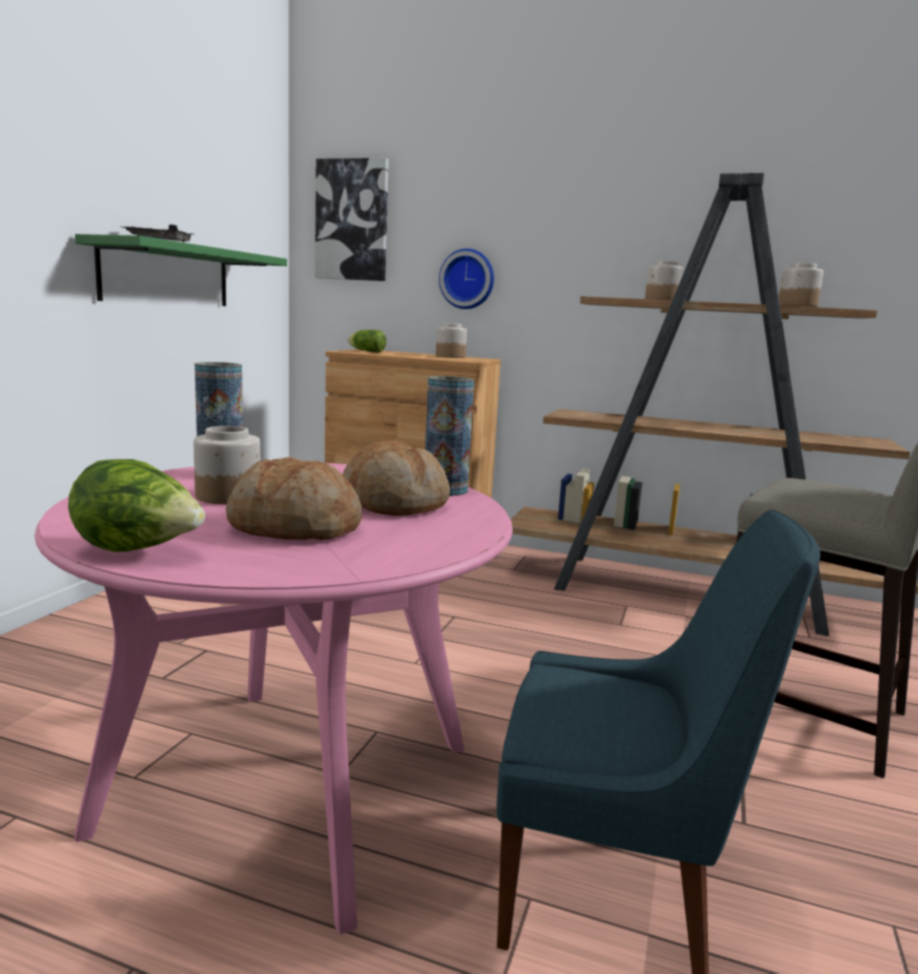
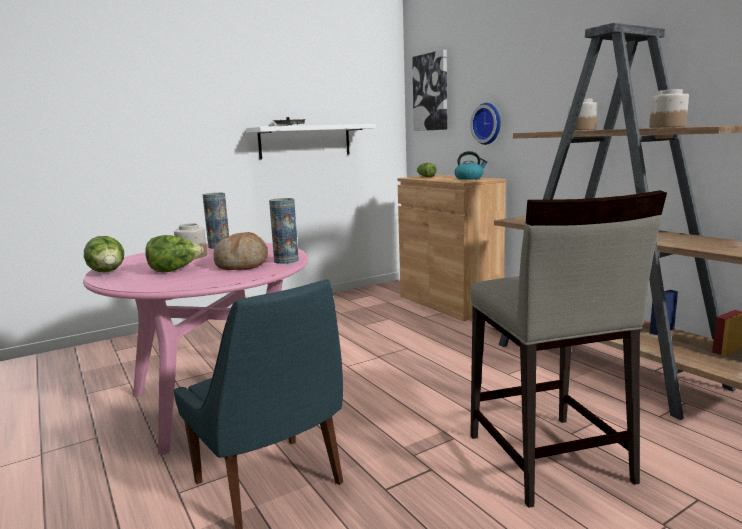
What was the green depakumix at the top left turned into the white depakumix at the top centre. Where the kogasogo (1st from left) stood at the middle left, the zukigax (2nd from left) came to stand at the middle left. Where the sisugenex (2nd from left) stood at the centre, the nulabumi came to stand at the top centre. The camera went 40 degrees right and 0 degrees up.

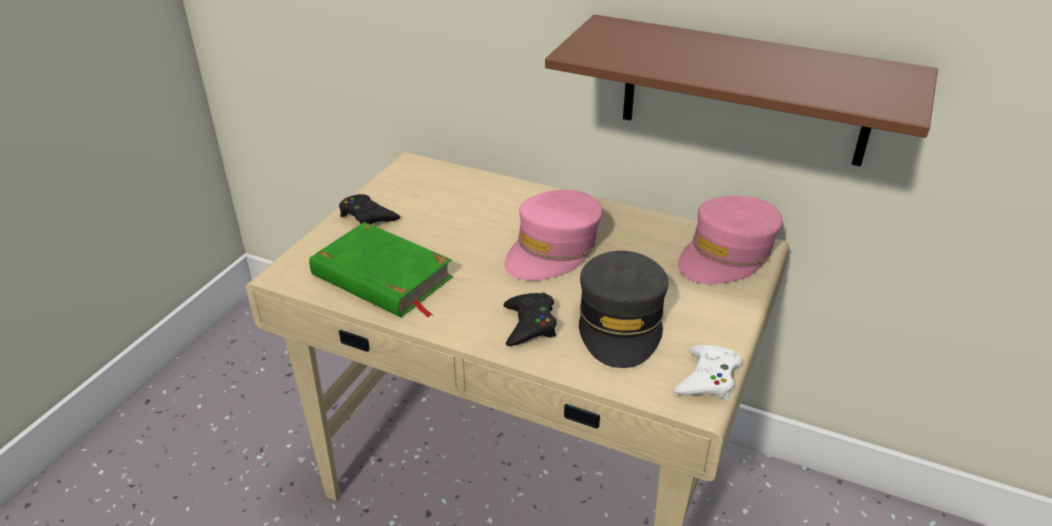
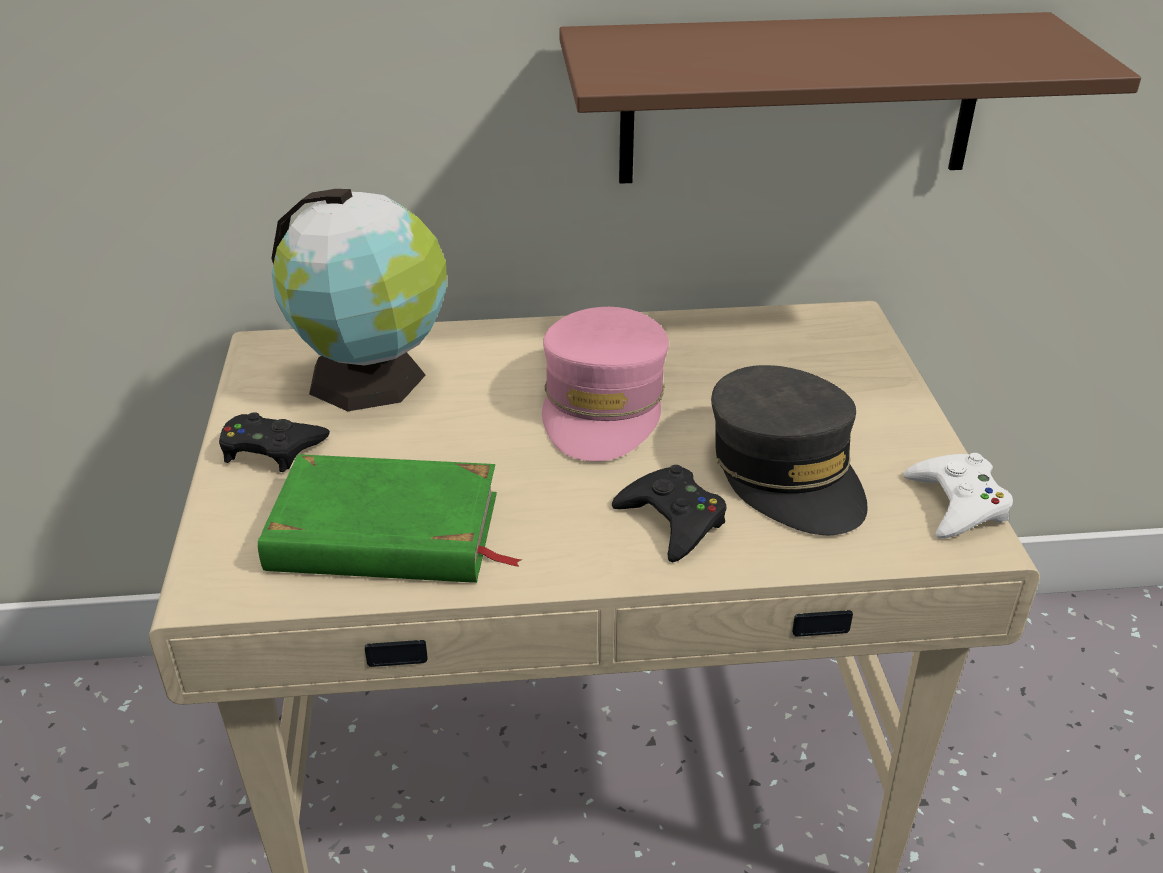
The second view lost the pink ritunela (2nd from left) at the middle right. The second view gained the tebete at the middle left. The camera went 30 degrees left and 0 degrees up.

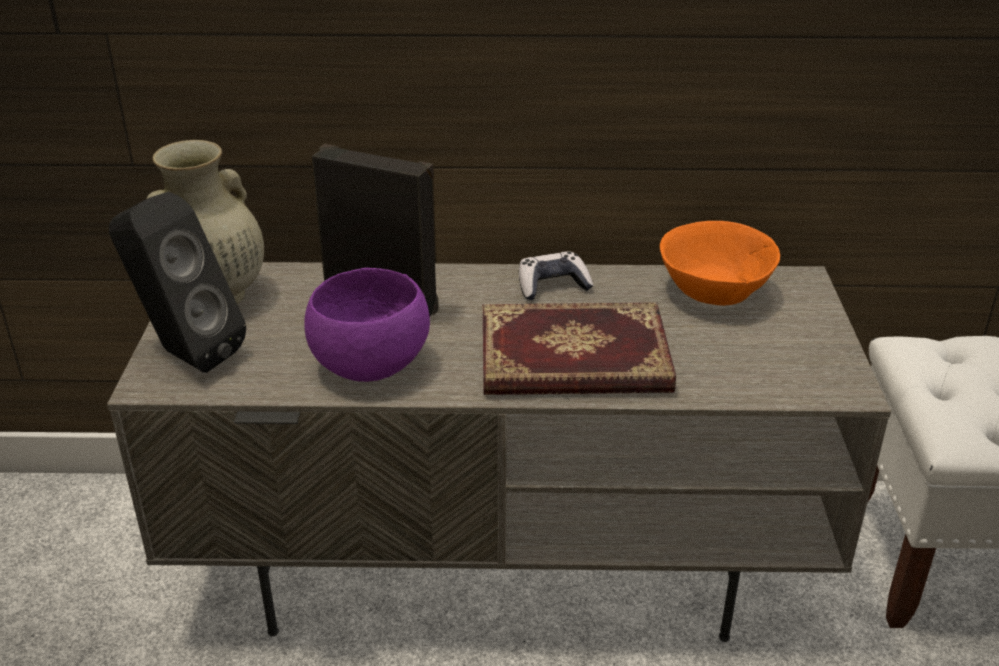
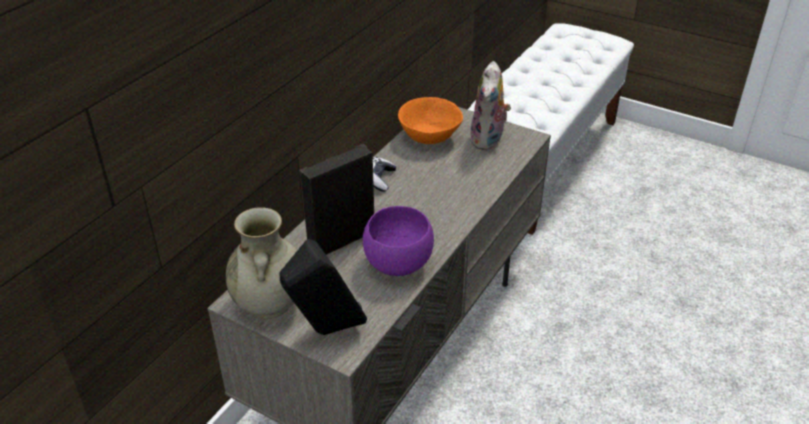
The second view lost the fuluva at the centre. The second view gained the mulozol at the top centre. The camera went 60 degrees left and 5 degrees up.

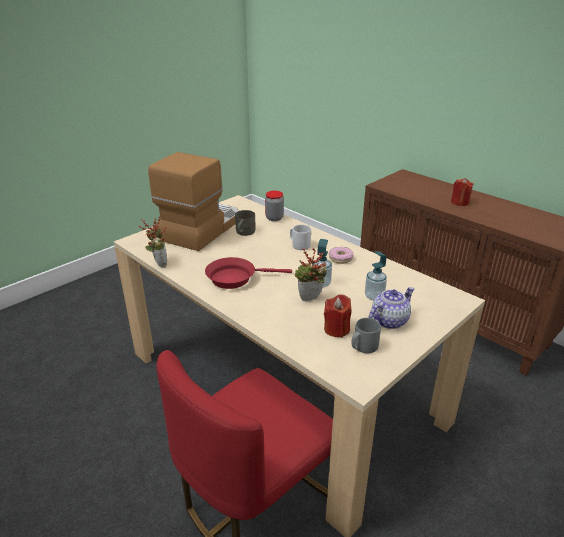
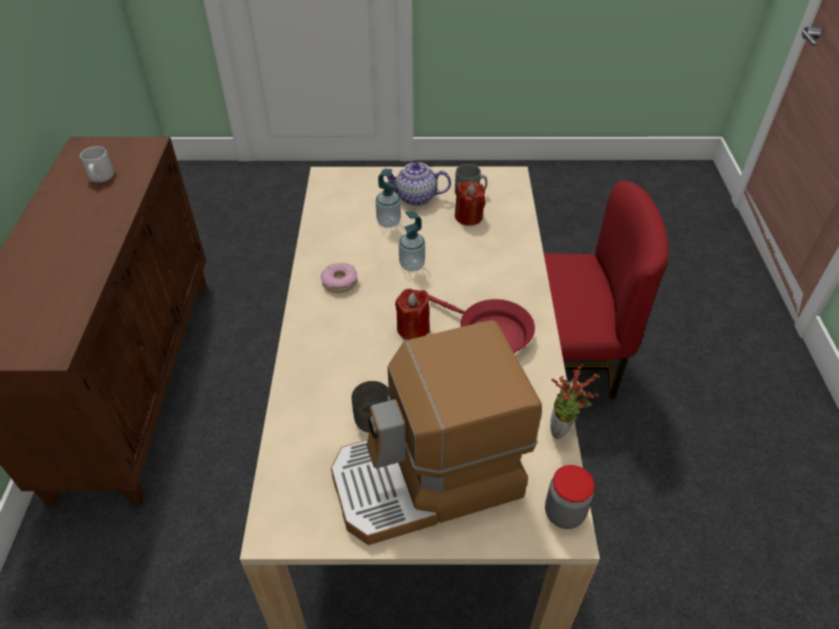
The sisugenex ended up elsewhere, having gone from the centre to the bottom right. The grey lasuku (2nd from left in the first image) ended up elsewhere, having gone from the centre to the top left. The second view lost the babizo (2nd from left) at the centre. The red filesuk (2nd from left in the first image) ended up elsewhere, having gone from the middle right to the centre. The camera went 135 degrees left and 15 degrees up.

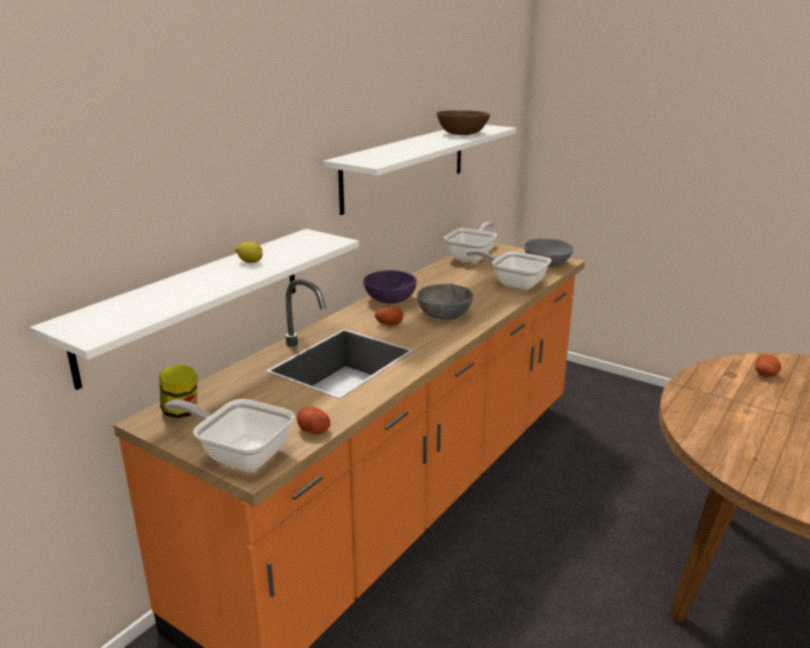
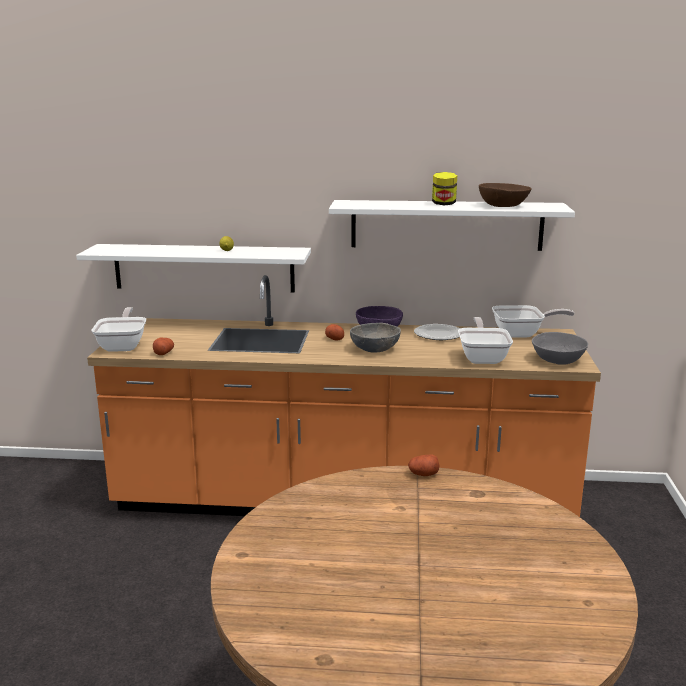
The sisugenex ended up elsewhere, having gone from the middle left to the top centre. The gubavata (3rd from left) ended up elsewhere, having gone from the middle right to the bottom centre. The second view gained the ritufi at the centre. The camera went 60 degrees right and 5 degrees down.

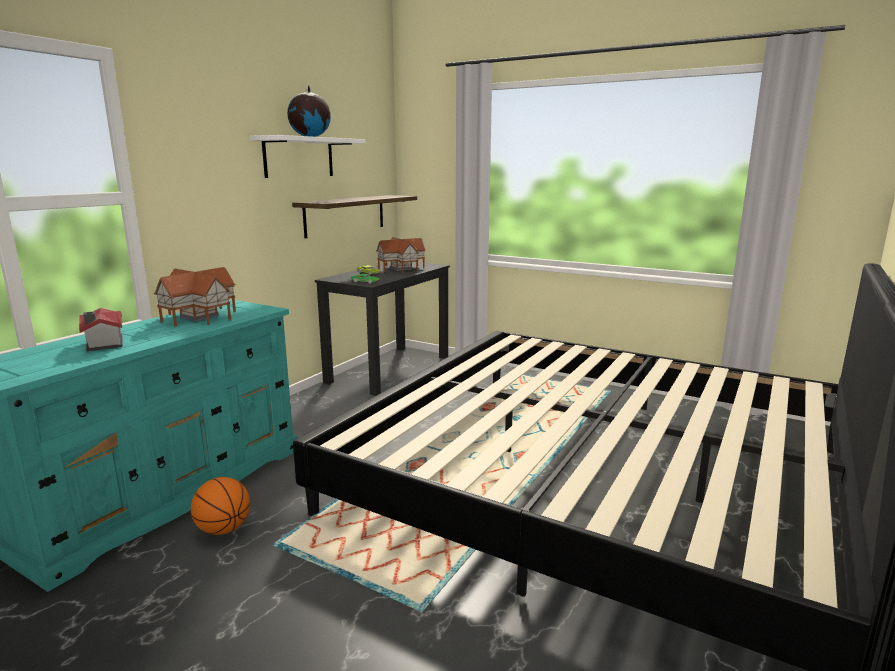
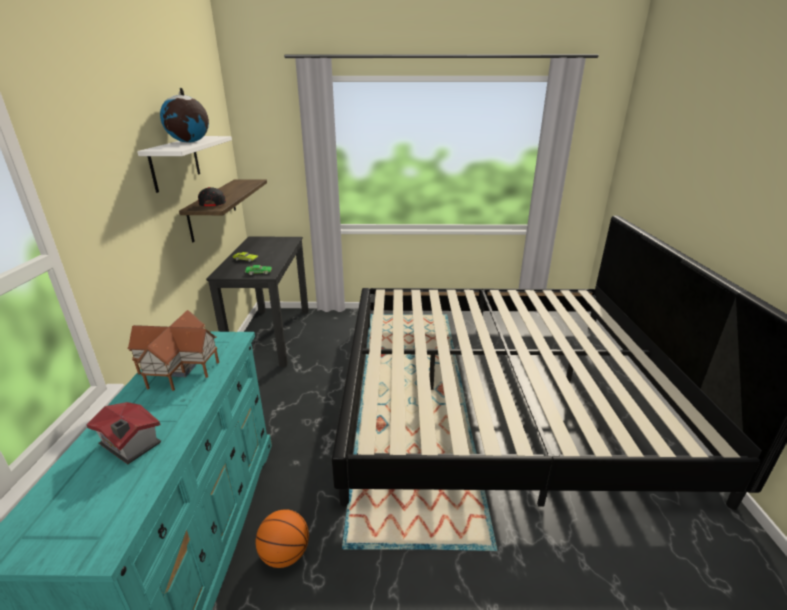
The second view lost the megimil (3rd from left) at the centre. The second view gained the black ritunela at the top left. The camera went 30 degrees left and 10 degrees up.

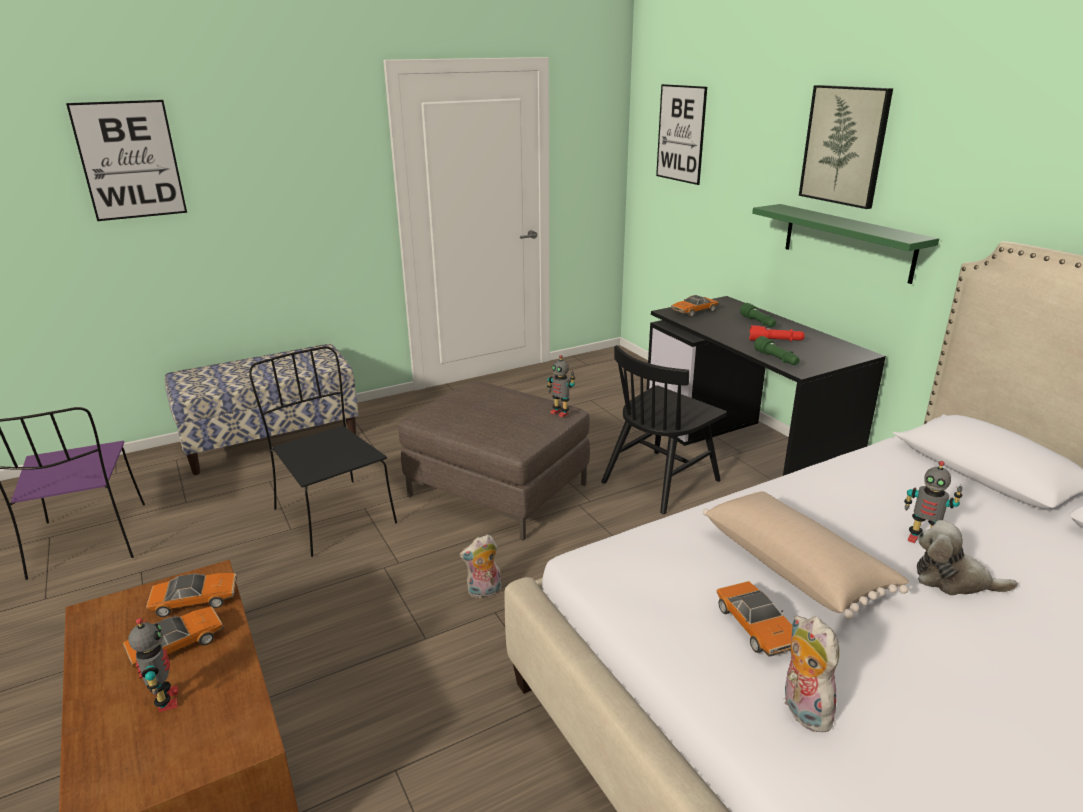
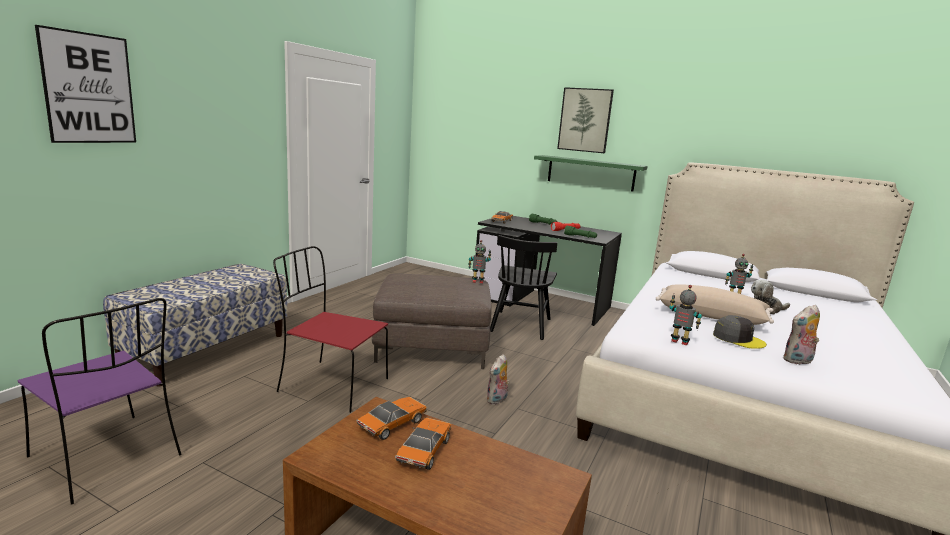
The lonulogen (1st from left in the first image) ended up elsewhere, having gone from the bottom left to the middle right. What was the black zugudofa (1st from left) at the middle left turned into the red zugudofa at the centre. The second view lost the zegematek (2nd from left) at the top centre. Where the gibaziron (4th from left) stood at the bottom right, the grey ritunela came to stand at the middle right. The mulozol (2nd from left in the first image) at the bottom right ended up facing another way, 60 degrees counterclockwise from before. The camera went 35 degrees left and 10 degrees down.

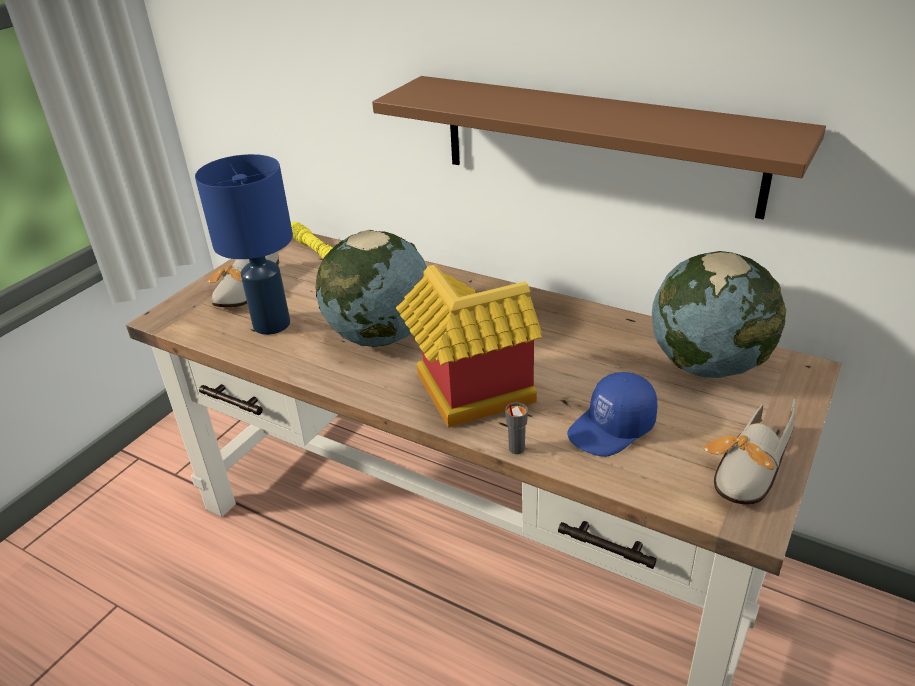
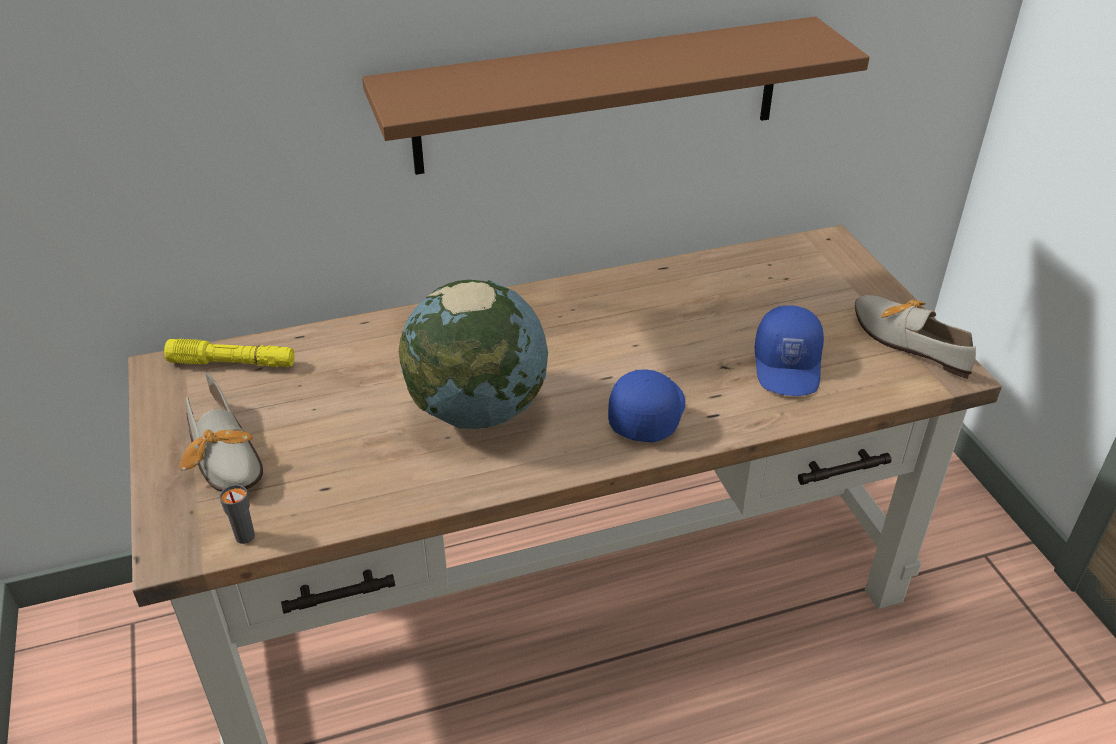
The second view lost the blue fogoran at the middle left. Where the megimil stood at the centre, the blue ritunela (1st from left) came to stand at the centre. The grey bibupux ended up elsewhere, having gone from the centre to the bottom left. The second view lost the tebete (2nd from left) at the middle right. The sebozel (2nd from left) at the middle right ended up facing another way, 150 degrees clockwise from before. The camera went 50 degrees left and 5 degrees up.

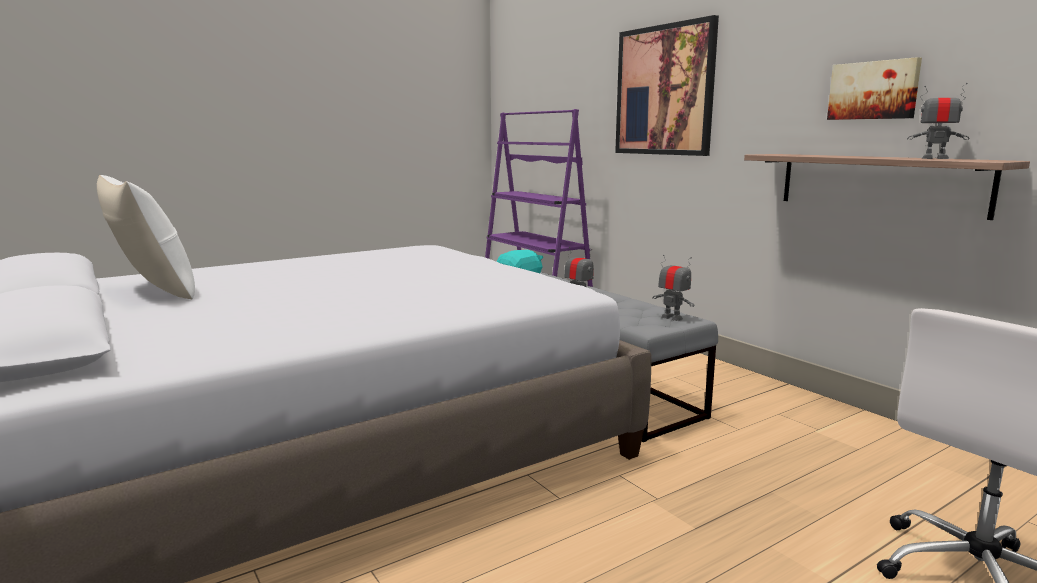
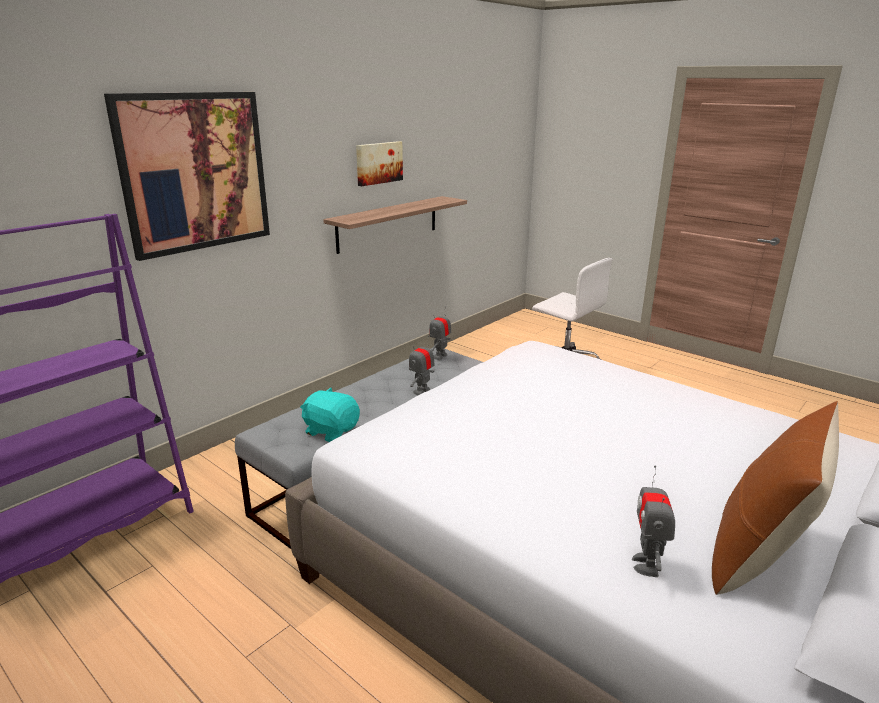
What was the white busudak at the middle left turned into the brown busudak at the bottom right. The lonulogen (3rd from left) ended up elsewhere, having gone from the top right to the bottom right. The camera went 105 degrees left and 10 degrees up.

